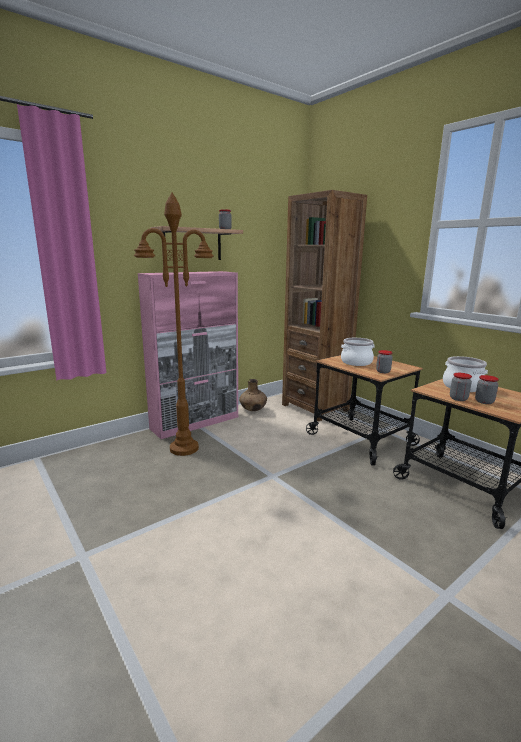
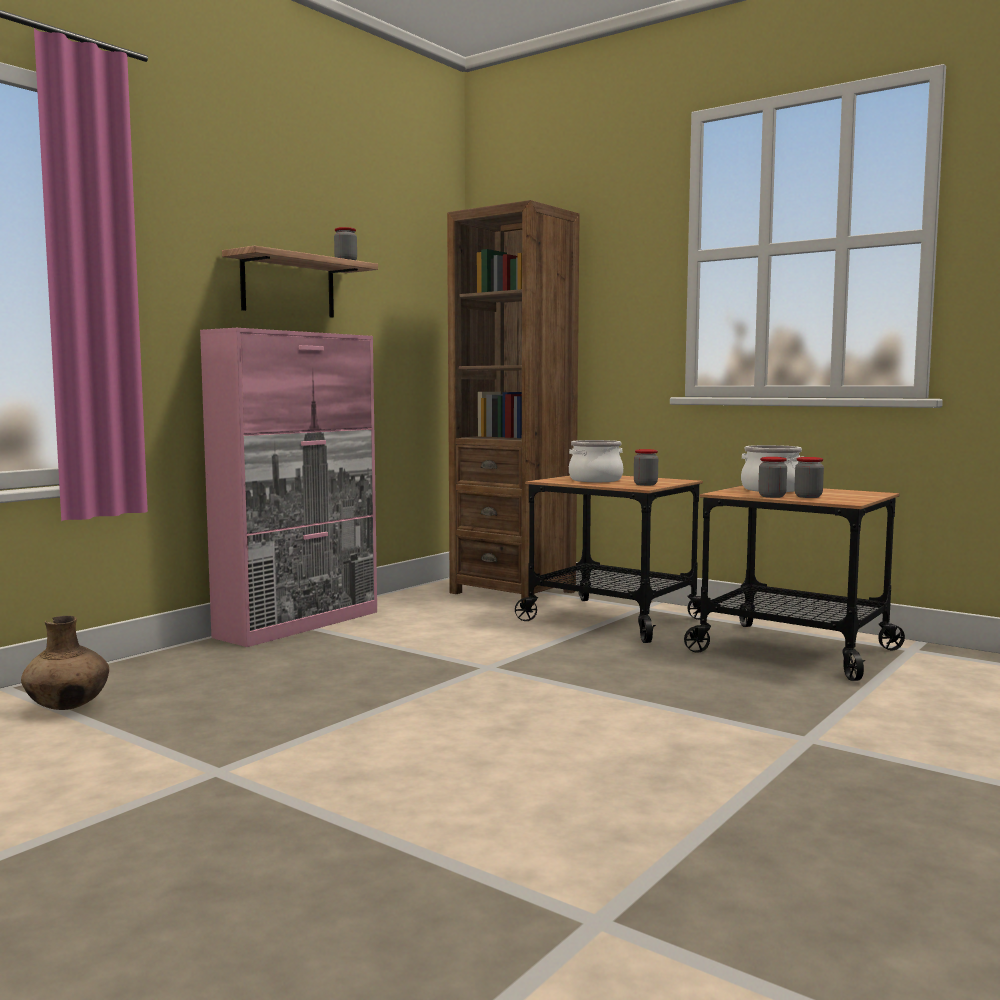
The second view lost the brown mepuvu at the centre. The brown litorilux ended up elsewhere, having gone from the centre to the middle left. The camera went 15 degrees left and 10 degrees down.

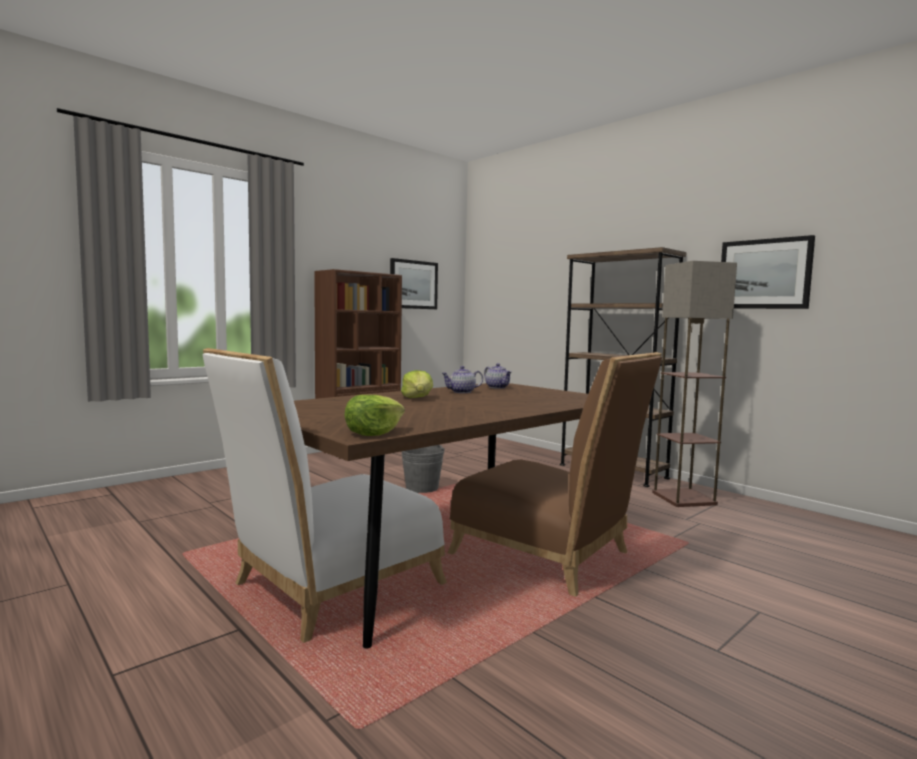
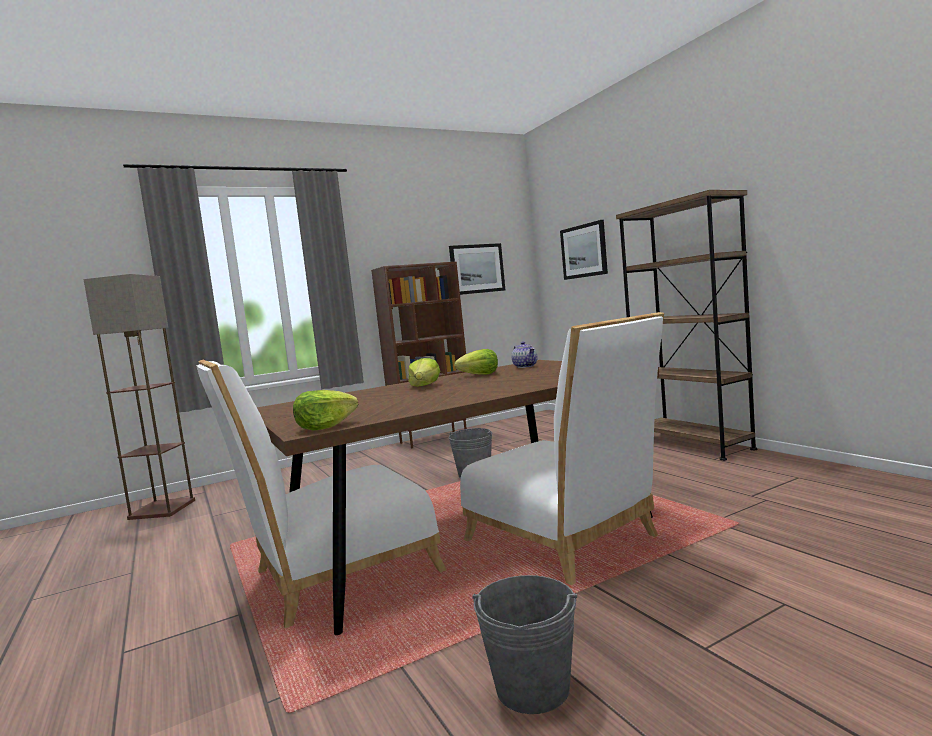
Where the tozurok (1st from left) stood at the centre, the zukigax (3rd from left) came to stand at the centre. What was the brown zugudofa at the centre turned into the white zugudofa (2nd from left) at the centre. The mepuvu ended up elsewhere, having gone from the middle right to the middle left. The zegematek (2nd from left) ended up elsewhere, having gone from the middle right to the centre. The second view gained the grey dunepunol (2nd from left) at the bottom centre. The camera went 15 degrees right and 0 degrees up.

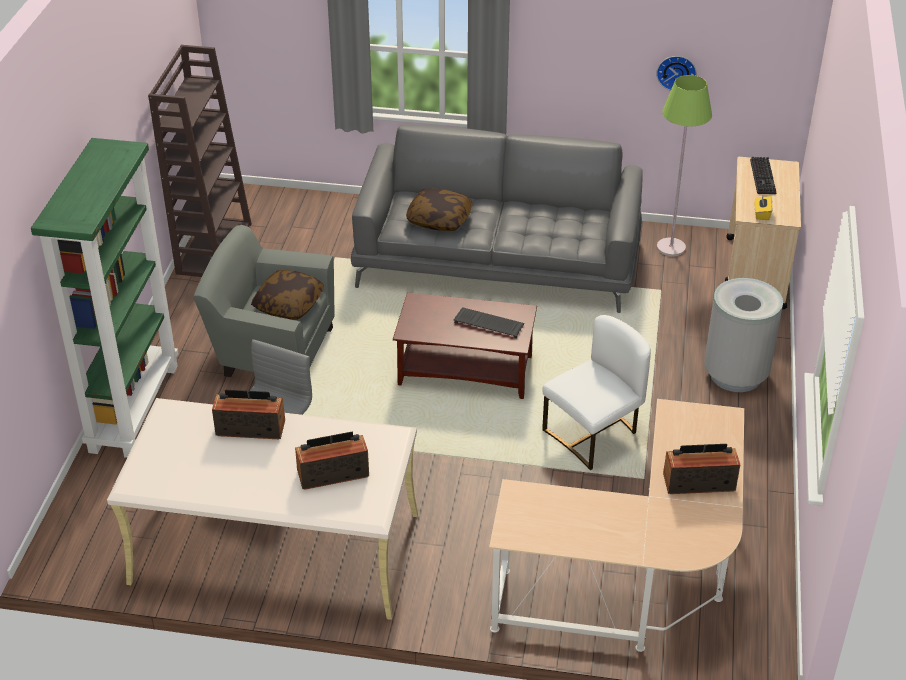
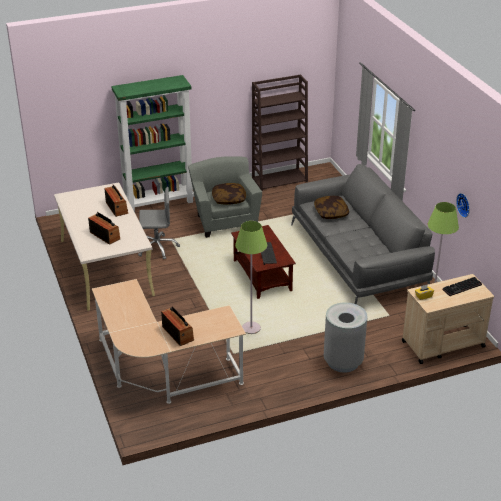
Where the white zugudofa stood at the centre, the green mepuvu (1st from left) came to stand at the centre. The camera went 60 degrees right and 5 degrees down.

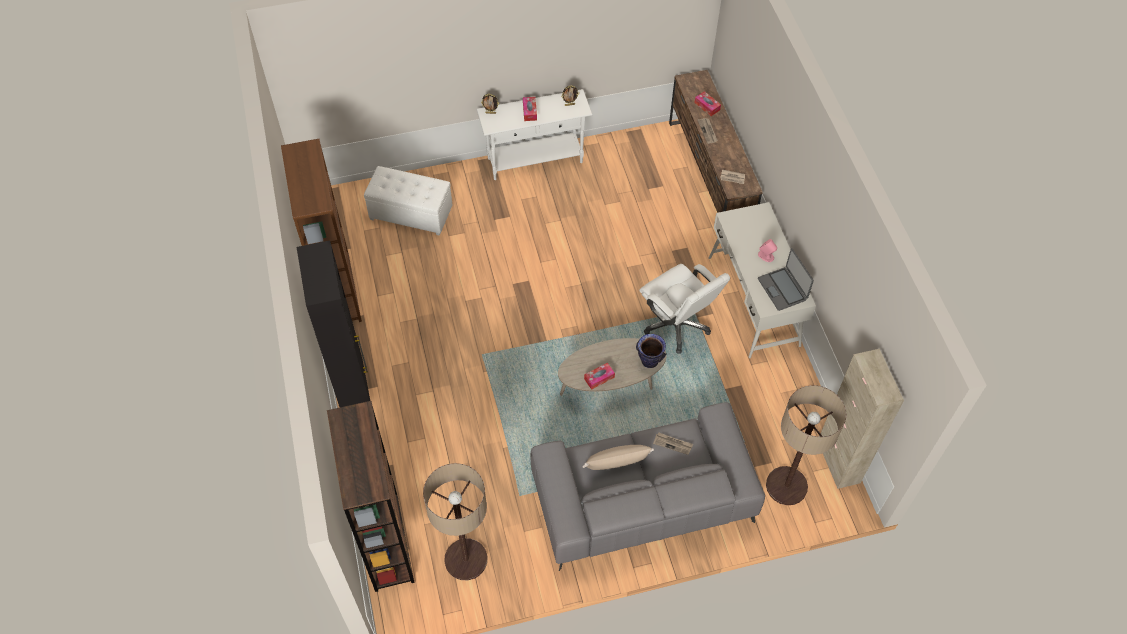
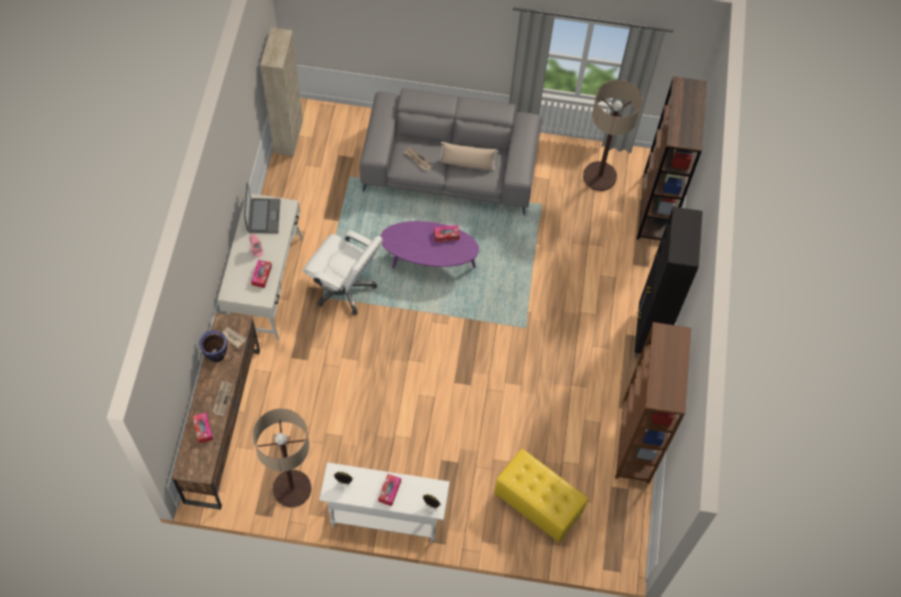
What was the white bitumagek at the top centre turned into the yellow bitumagek at the bottom centre. What was the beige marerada at the centre turned into the purple marerada at the centre. The litorilux ended up elsewhere, having gone from the centre to the middle left. The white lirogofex at the centre ended up facing another way, 135 degrees clockwise from before. The mepuvu (2nd from left in the first image) ended up elsewhere, having gone from the bottom right to the bottom left. The second view gained the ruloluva (2nd from left) at the middle left. The camera went 160 degrees left and 5 degrees up.

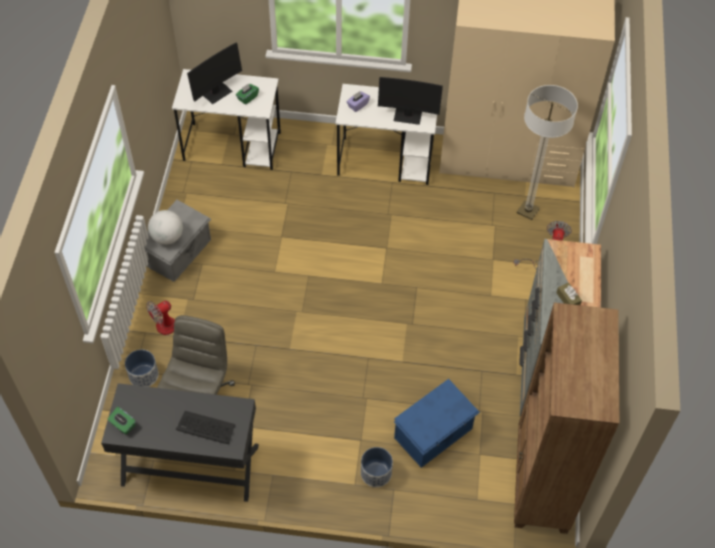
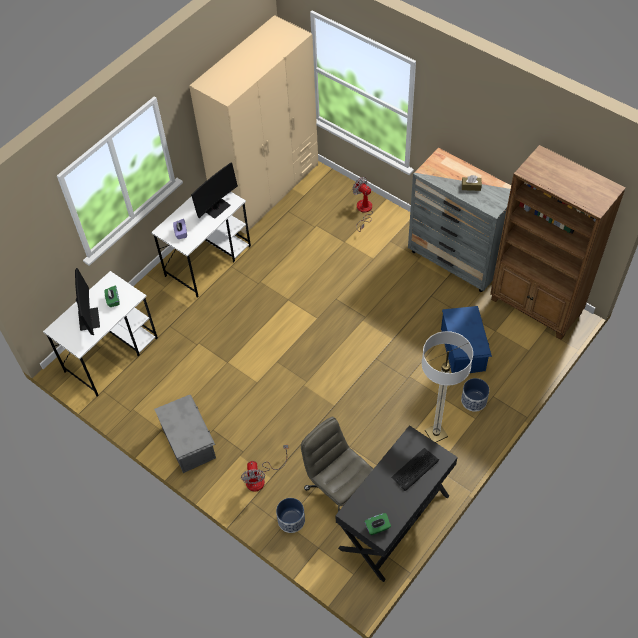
The second view lost the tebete at the middle left. The mepuvu ended up elsewhere, having gone from the top right to the middle right. The camera went 55 degrees left and 0 degrees up.

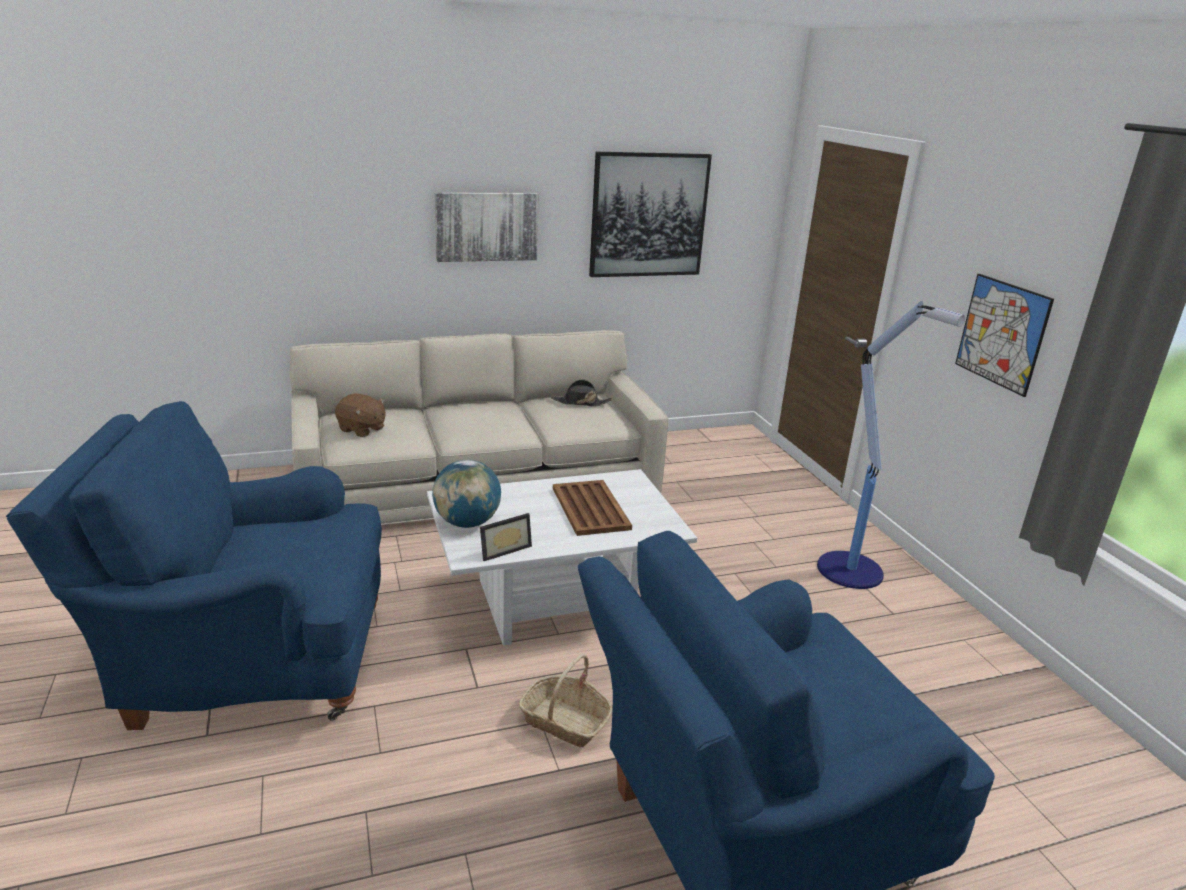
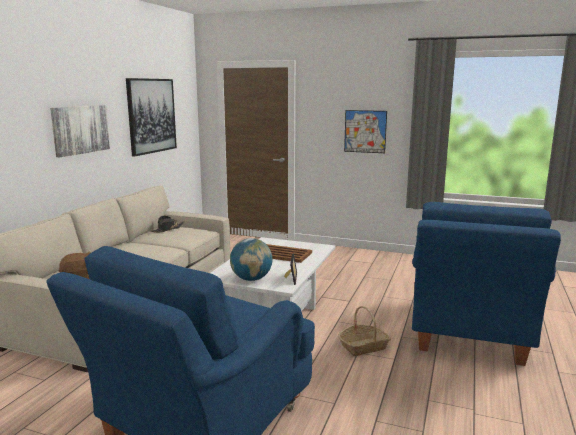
The second view lost the mepuvu at the middle right. The camera went 50 degrees left and 10 degrees down.

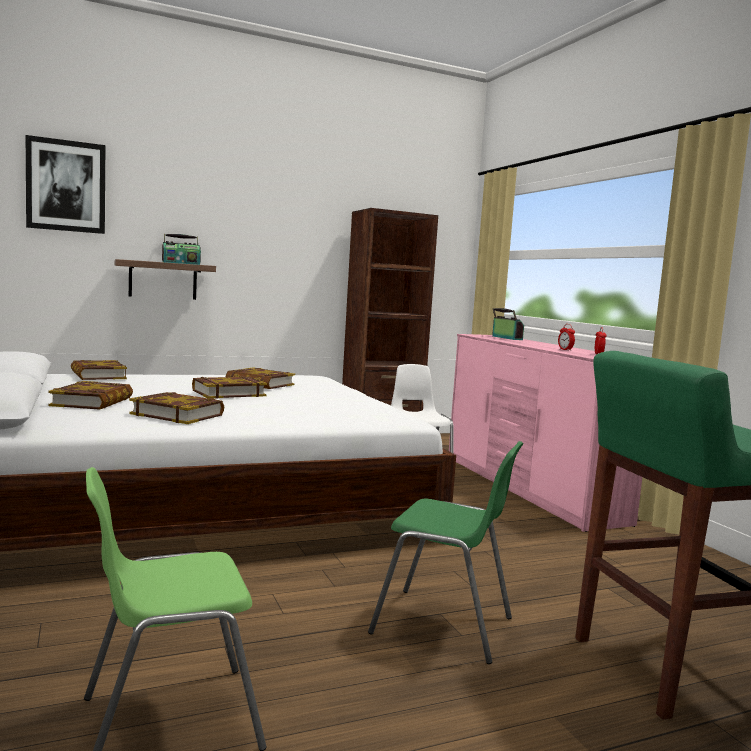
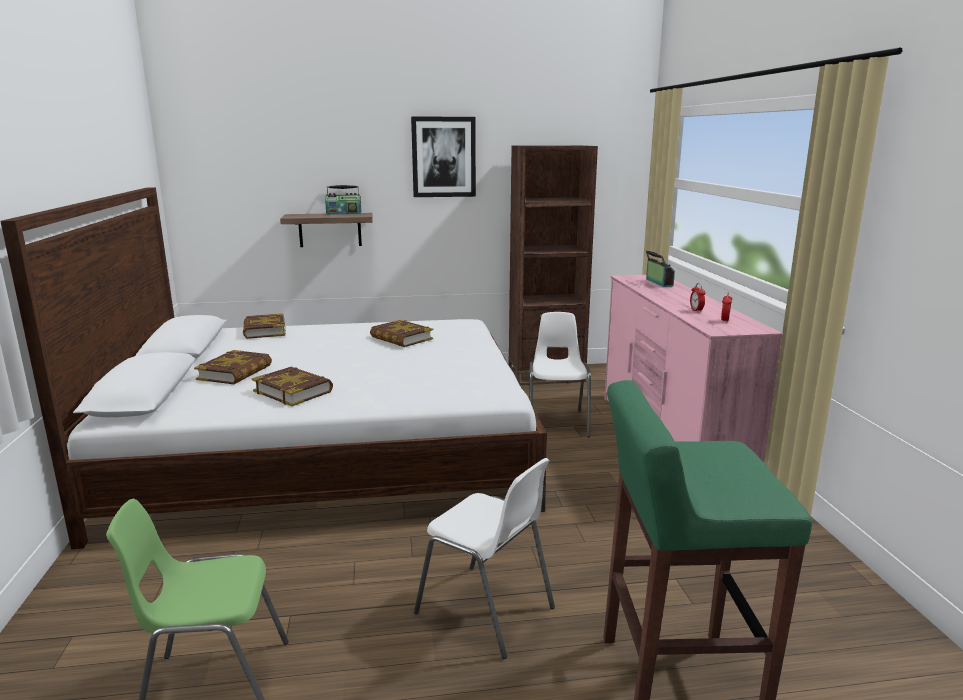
The zegematek ended up elsewhere, having gone from the top left to the top centre. The second view lost the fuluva (4th from left) at the middle left. What was the green zugudofa (2nd from left) at the bottom centre turned into the white zugudofa (1st from left) at the bottom centre. The camera went 15 degrees right and 10 degrees up.

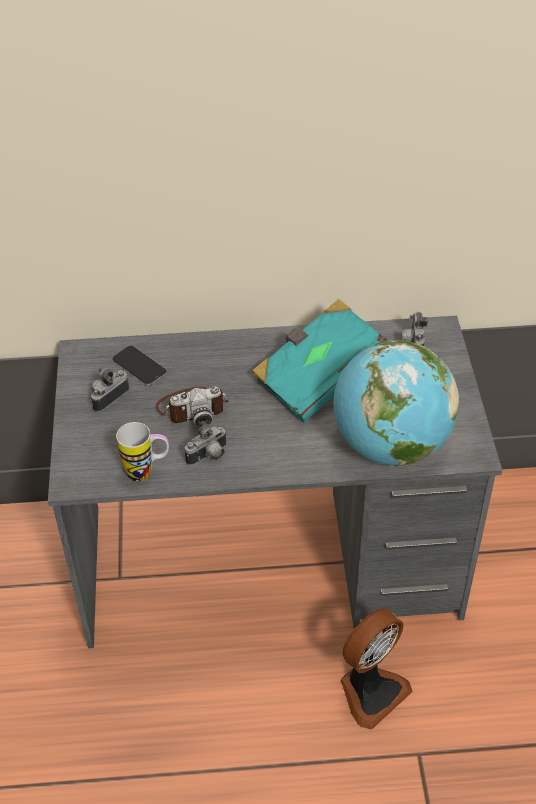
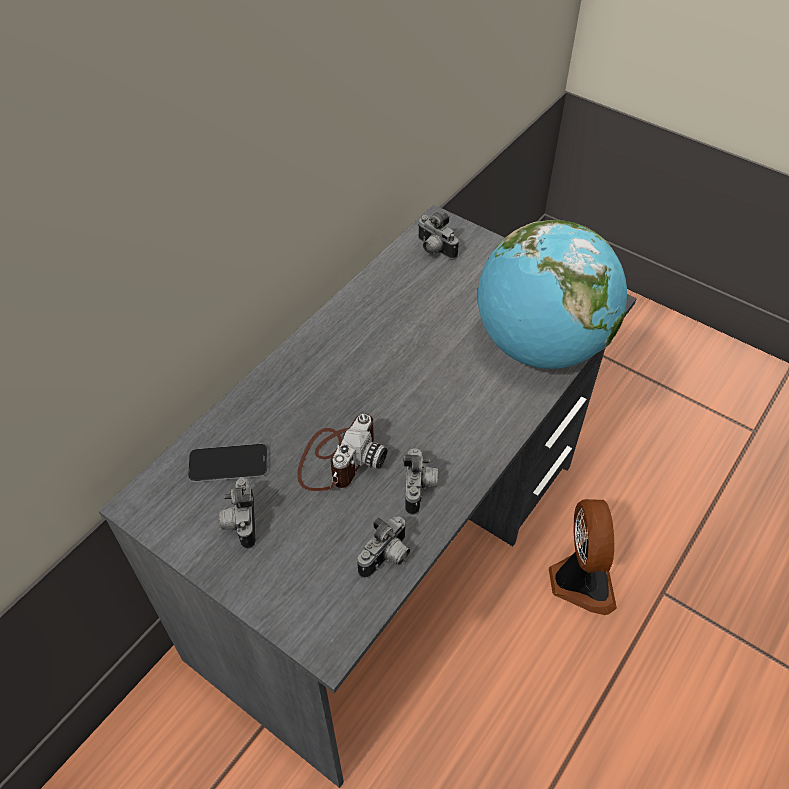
Where the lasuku stood at the middle left, the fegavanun (3rd from left) came to stand at the bottom centre. The second view lost the turquoise fuluva at the centre. The camera went 50 degrees left and 5 degrees up.

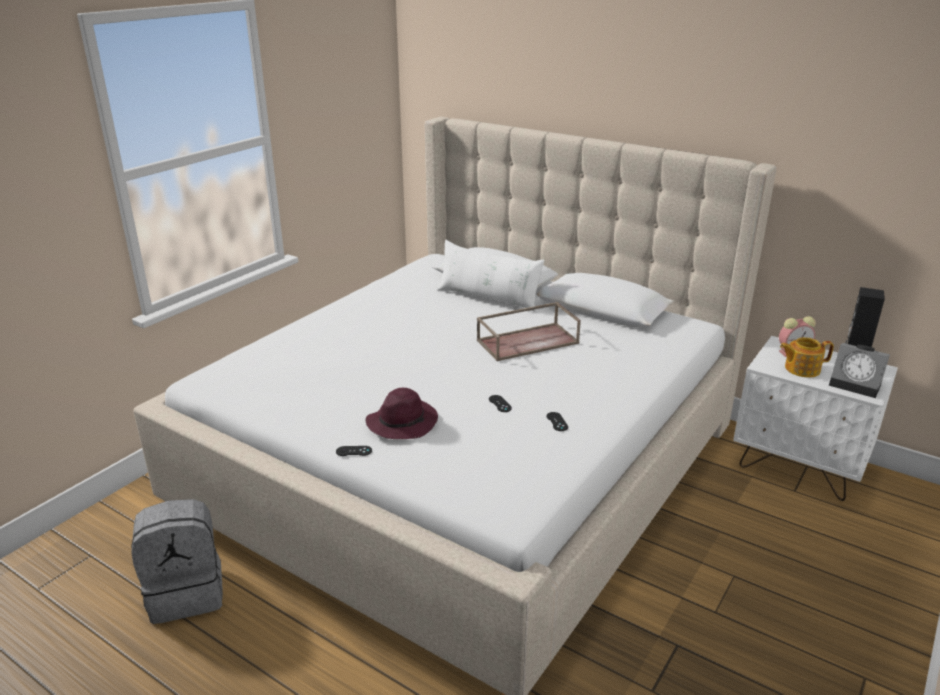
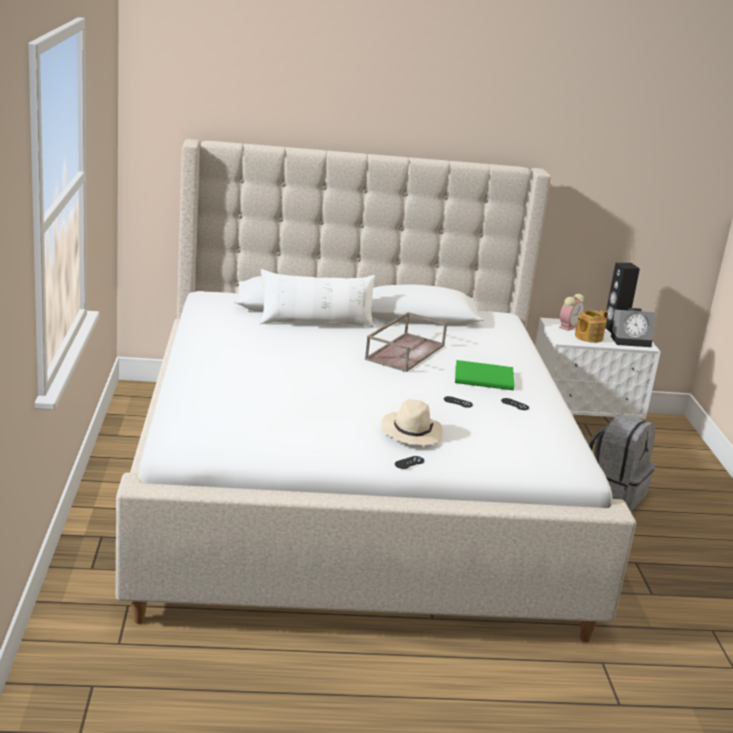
The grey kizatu ended up elsewhere, having gone from the bottom left to the middle right. What was the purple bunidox at the centre turned into the beige bunidox at the centre. The second view gained the green fuluva at the centre. The camera went 40 degrees left and 5 degrees down.

